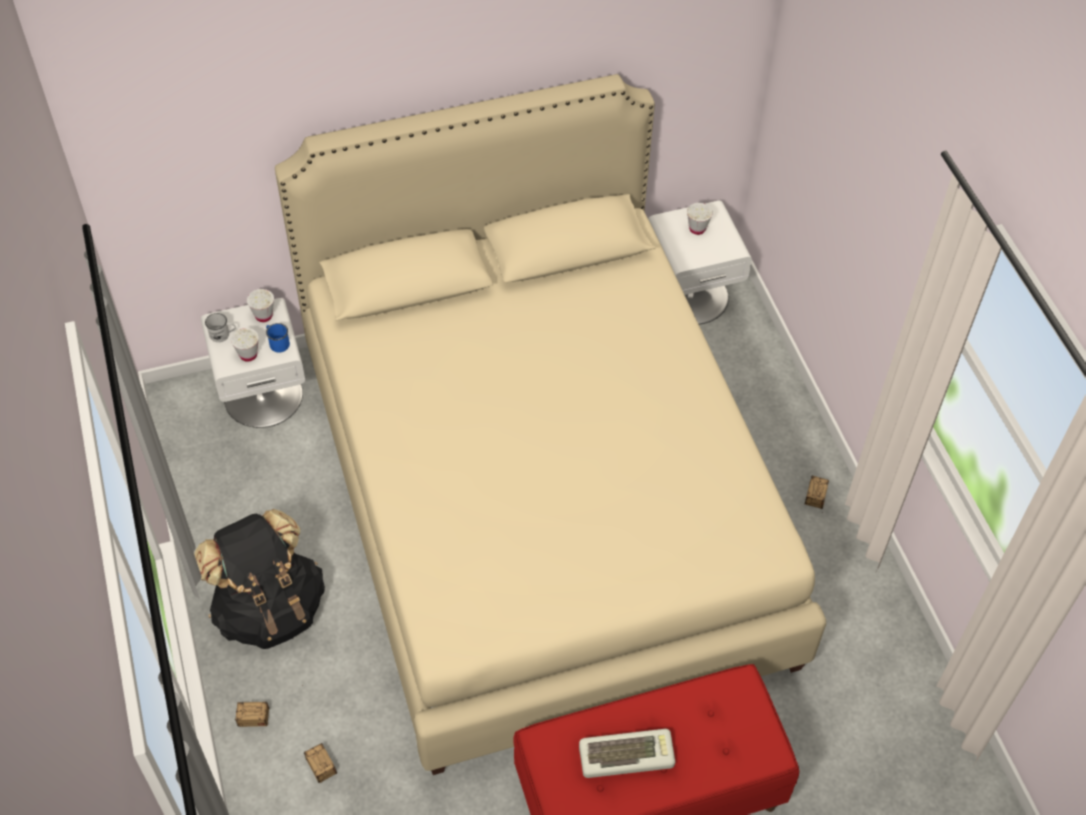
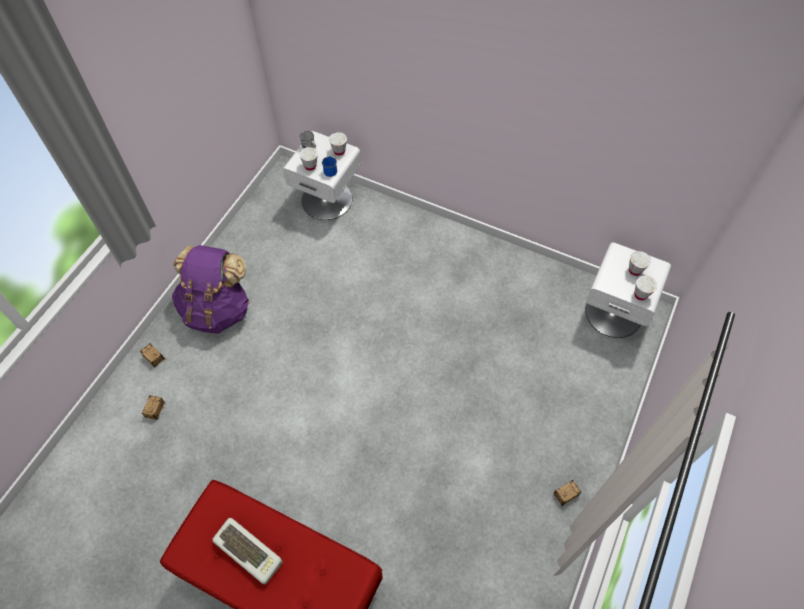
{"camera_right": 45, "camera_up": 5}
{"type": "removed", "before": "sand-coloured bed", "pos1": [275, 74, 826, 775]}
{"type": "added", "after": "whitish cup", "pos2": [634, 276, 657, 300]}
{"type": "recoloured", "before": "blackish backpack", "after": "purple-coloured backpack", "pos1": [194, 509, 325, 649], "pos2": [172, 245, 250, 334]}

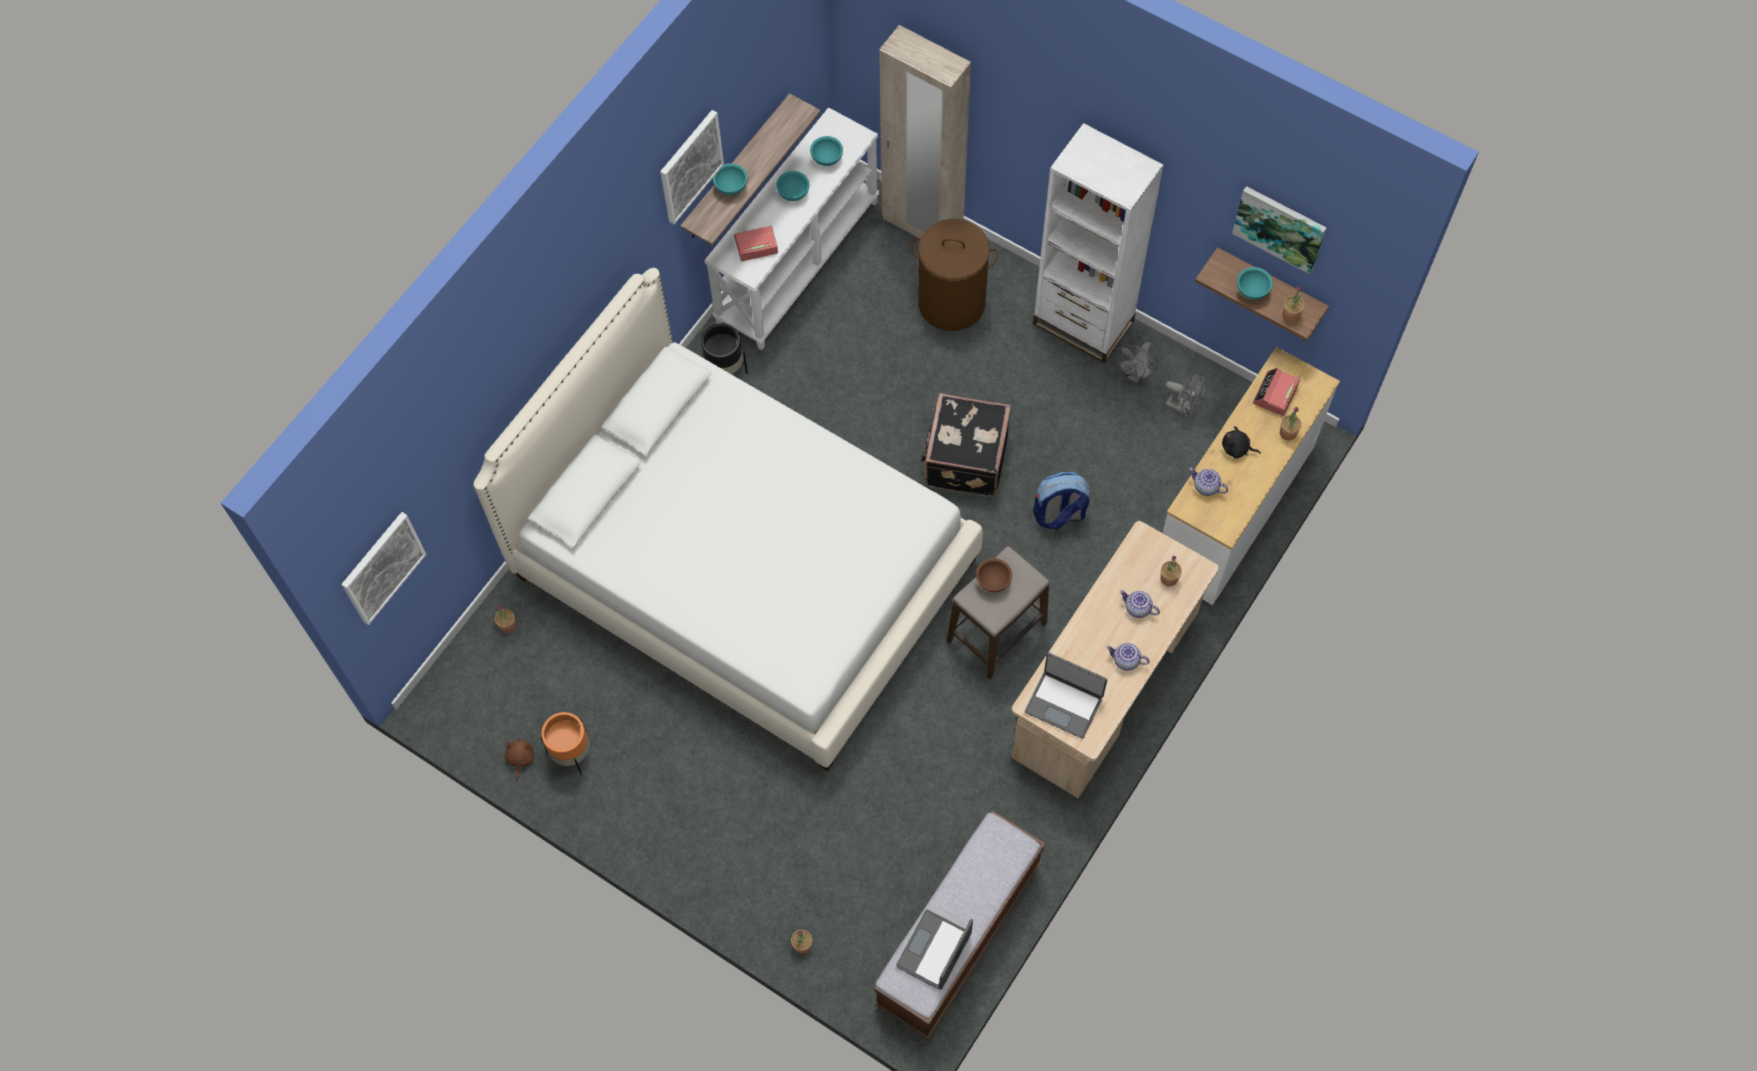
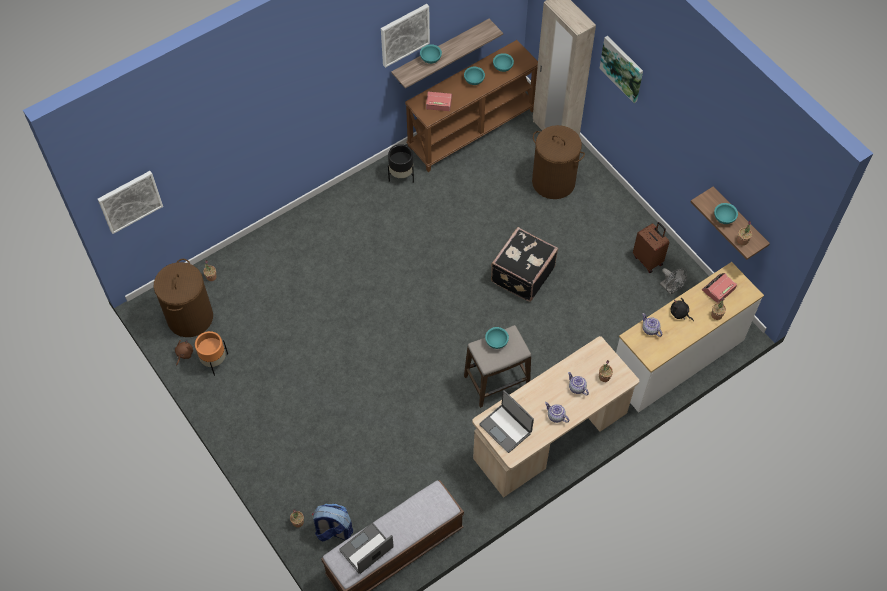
{"camera_right": 20, "camera_up": -5}
{"type": "removed", "before": "whitish bed", "pos1": [473, 268, 983, 771]}
{"type": "removed", "before": "whitish bookshelf", "pos1": [1033, 123, 1164, 363]}
{"type": "added", "after": "brown hamper", "pos2": [154, 259, 213, 337]}
{"type": "moved", "before": "backpack", "pos1": [1033, 472, 1090, 530], "pos2": [312, 504, 353, 542]}
{"type": "moved", "before": "picture", "pos1": [1232, 186, 1326, 274], "pos2": [599, 36, 643, 103]}
{"type": "replaced", "before": "greyish cooling fan", "after": "brown suitcase", "pos1": [1116, 342, 1155, 383], "pos2": [633, 222, 669, 273]}
{"type": "recoloured", "before": "whitish narrow table", "after": "brown narrow table", "pos1": [704, 107, 879, 350], "pos2": [405, 40, 538, 172]}
{"type": "recoloured", "before": "brown bowl", "after": "turquoise bowl", "pos1": [976, 558, 1012, 592], "pos2": [485, 327, 509, 349]}

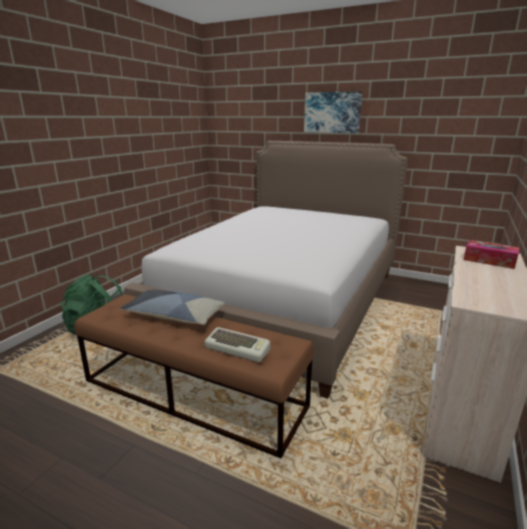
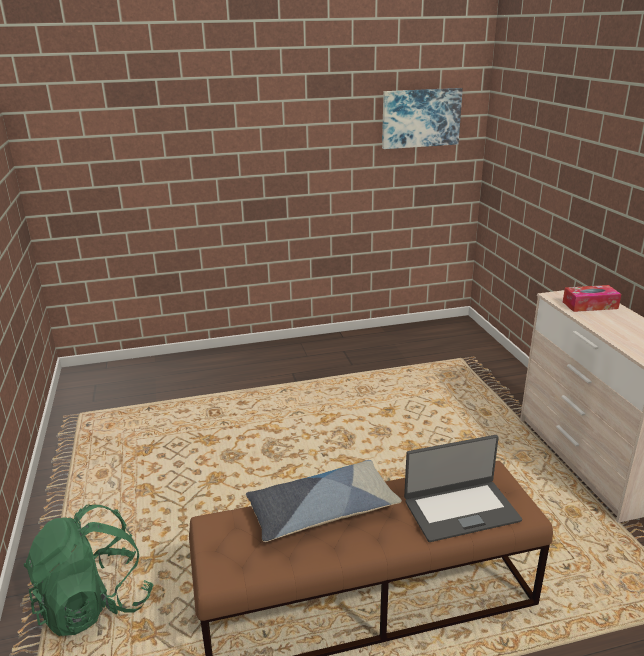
{"camera_right": -40, "camera_up": 5}
{"type": "removed", "before": "bed", "pos1": [124, 141, 408, 399]}
{"type": "moved", "before": "picture", "pos1": [304, 91, 362, 133], "pos2": [382, 88, 463, 149]}
{"type": "replaced", "before": "keyboard", "after": "notebook computer", "pos1": [205, 327, 270, 362], "pos2": [404, 435, 522, 542]}

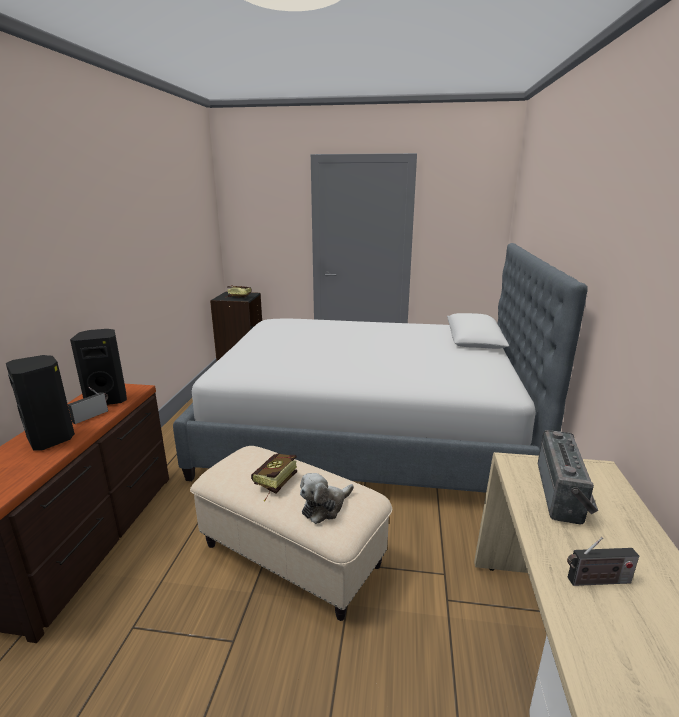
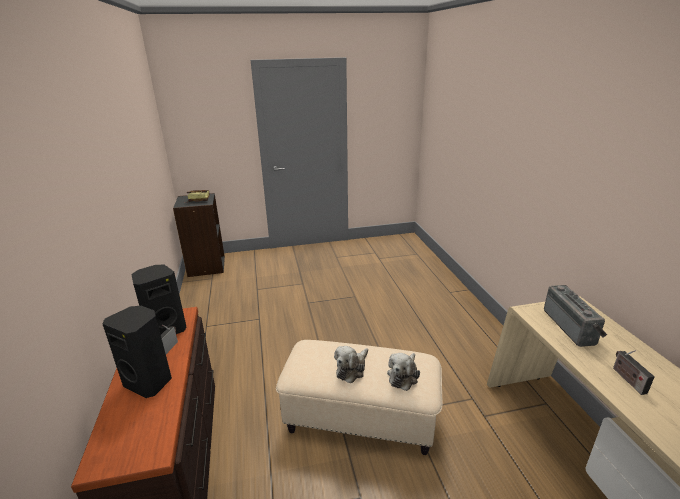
{"camera_right": -20, "camera_up": 5}
{"type": "removed", "before": "bed", "pos1": [173, 243, 588, 493]}
{"type": "replaced", "before": "bound book", "after": "cuddly toy", "pos1": [251, 454, 297, 502], "pos2": [334, 346, 368, 384]}
{"type": "turned", "before": "radio set", "pos1": [567, 537, 639, 586], "pos2": [613, 350, 655, 395], "turn": 105}

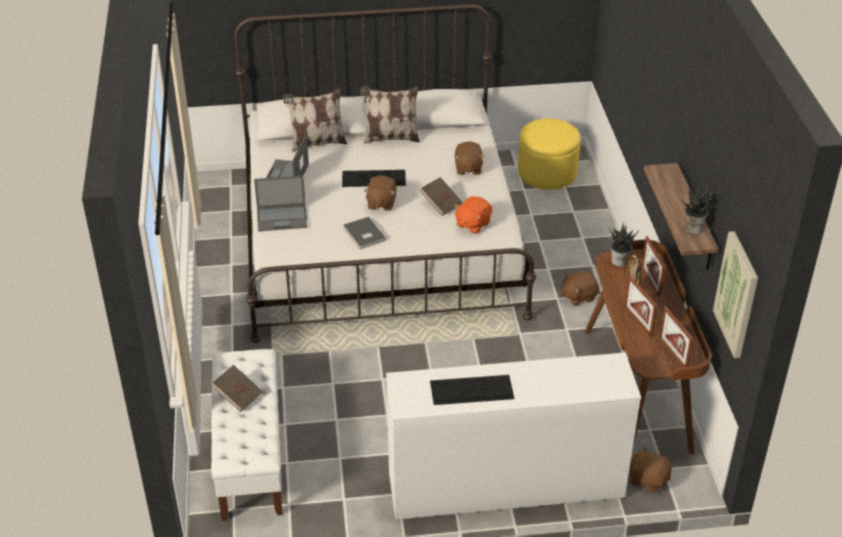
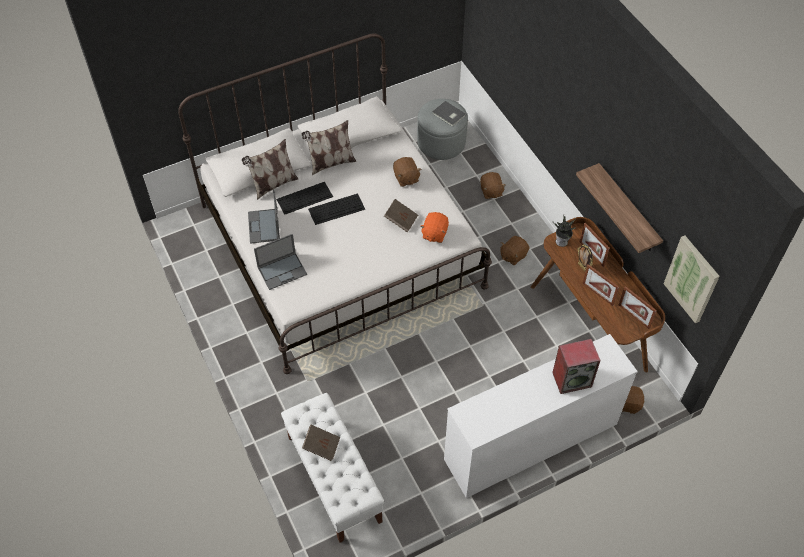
{"camera_right": -20, "camera_up": 15}
{"type": "removed", "before": "potted plant", "pos1": [682, 186, 716, 234]}
{"type": "added", "after": "speaker", "pos2": [552, 339, 601, 394]}
{"type": "moved", "before": "greyish bound book", "pos1": [344, 217, 386, 249], "pos2": [432, 101, 466, 127]}
{"type": "moved", "before": "brown cuddly toy", "pos1": [364, 176, 397, 211], "pos2": [480, 172, 506, 199]}
{"type": "moved", "before": "keyboard", "pos1": [430, 375, 514, 405], "pos2": [276, 182, 333, 215]}
{"type": "recoloured", "before": "yellow pouffe", "after": "greyish pouffe", "pos1": [518, 118, 581, 190], "pos2": [417, 99, 468, 160]}

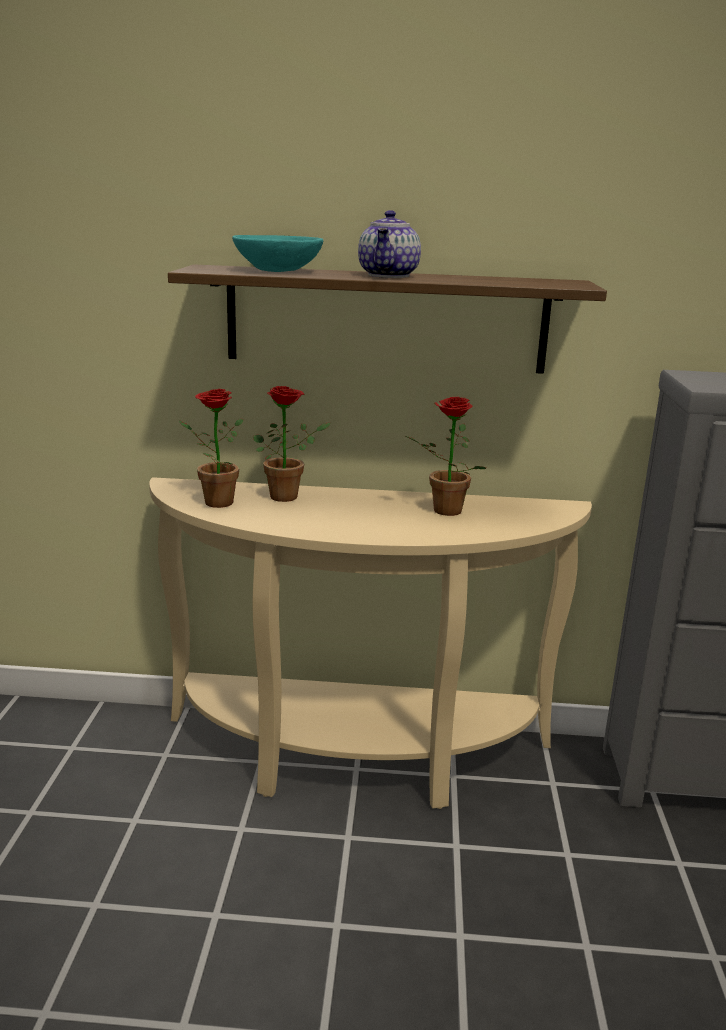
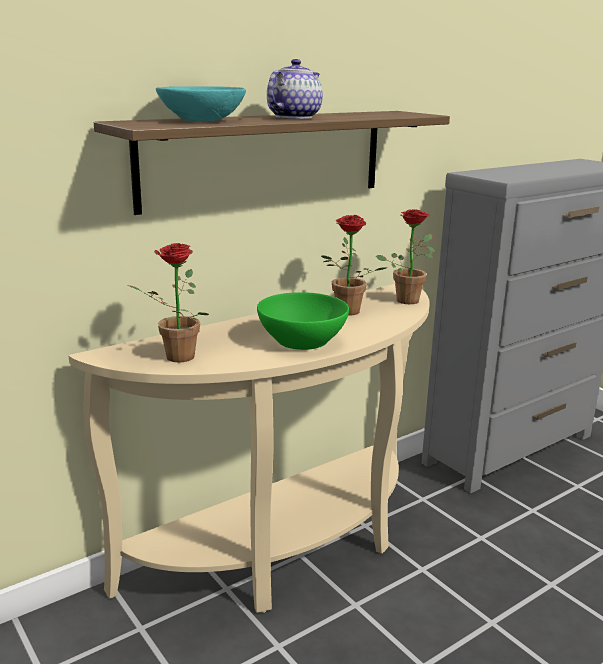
{"camera_right": -40, "camera_up": 0}
{"type": "added", "after": "greenish bowl", "pos2": [257, 292, 349, 350]}
{"type": "moved", "before": "potted plant", "pos1": [253, 386, 331, 502], "pos2": [376, 209, 435, 304]}
{"type": "turned", "before": "tea pot", "pos1": [358, 210, 421, 278], "pos2": [267, 59, 323, 119], "turn": -120}

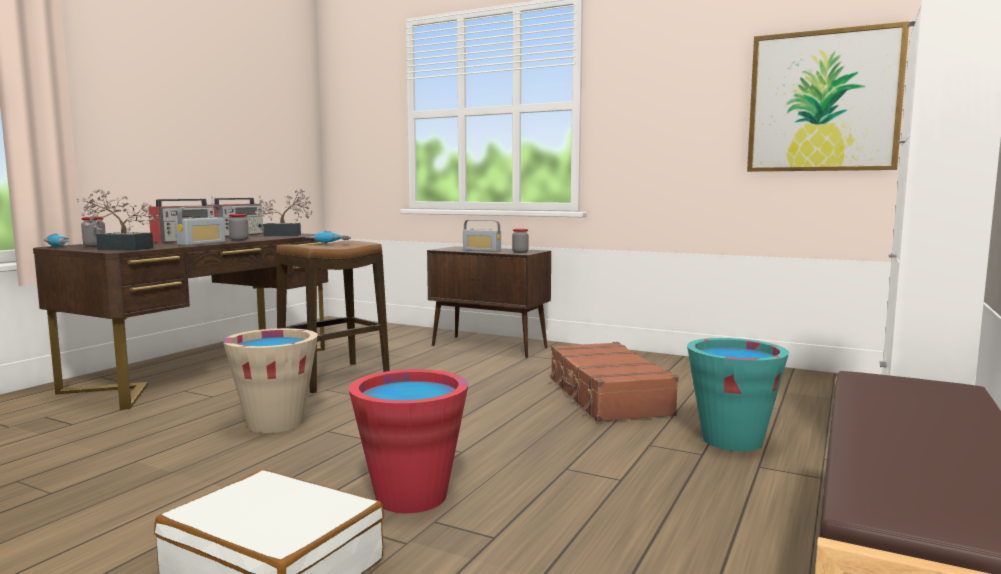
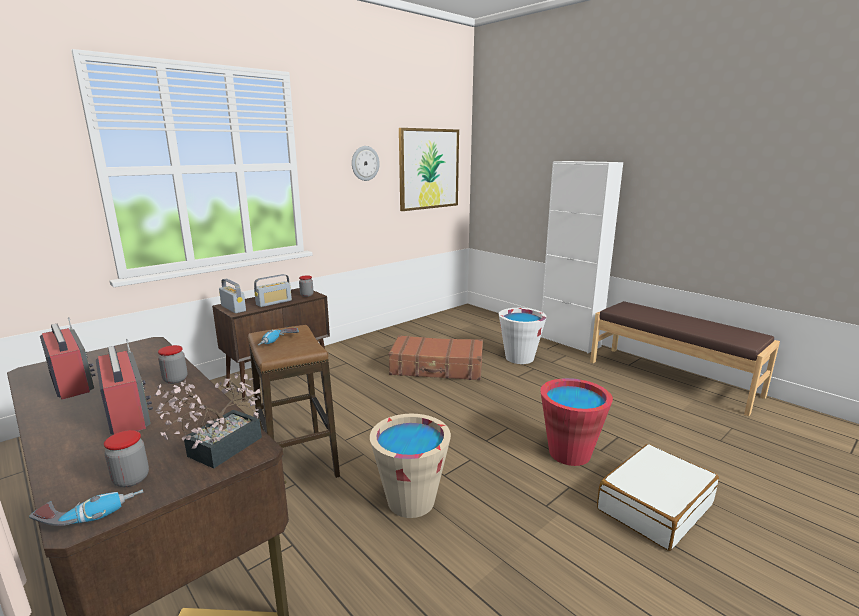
{"camera_right": -70, "camera_up": 10}
{"type": "removed", "before": "potted plant", "pos1": [255, 189, 312, 236]}
{"type": "added", "after": "clock on the wall", "pos2": [352, 146, 380, 181]}
{"type": "moved", "before": "radio set", "pos1": [175, 206, 225, 246], "pos2": [219, 279, 246, 313]}
{"type": "recoloured", "before": "turquoise pail", "after": "whitish pail", "pos1": [687, 338, 789, 452], "pos2": [499, 308, 547, 364]}

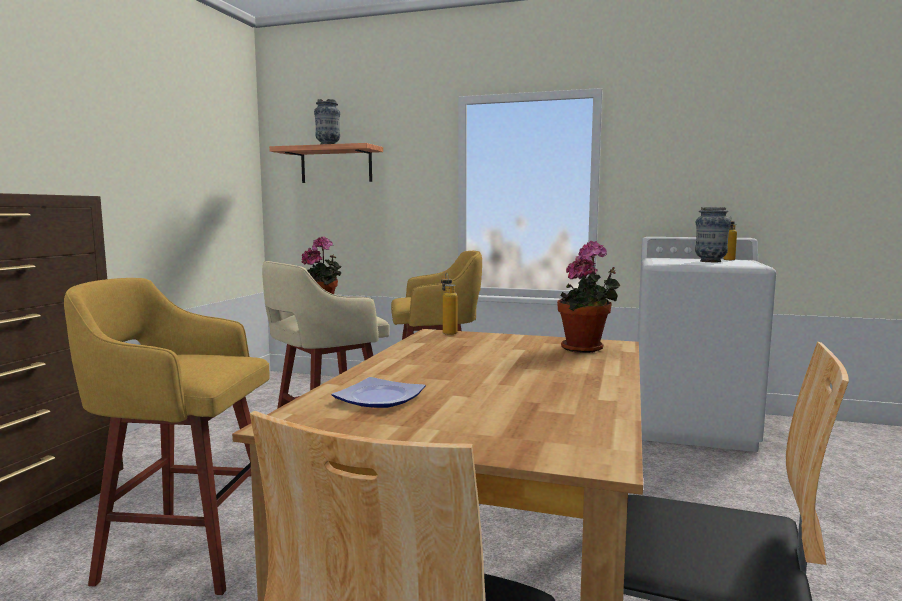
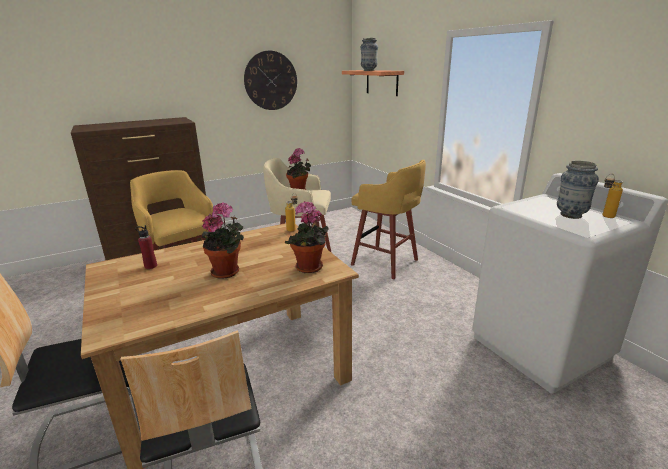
{"camera_right": 45, "camera_up": 15}
{"type": "added", "after": "potted plant", "pos2": [202, 202, 244, 279]}
{"type": "added", "after": "clock on the wall", "pos2": [244, 51, 297, 110]}
{"type": "replaced", "before": "flat dish", "after": "red drink bottle", "pos1": [332, 377, 426, 408], "pos2": [135, 225, 157, 269]}

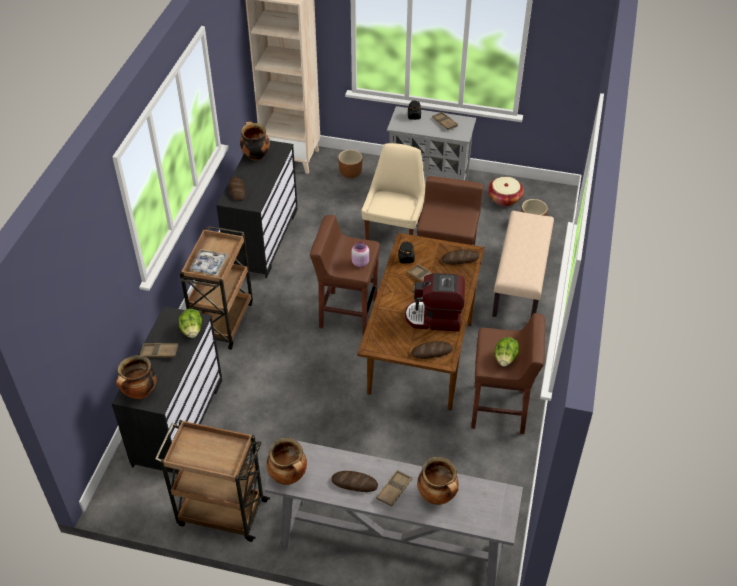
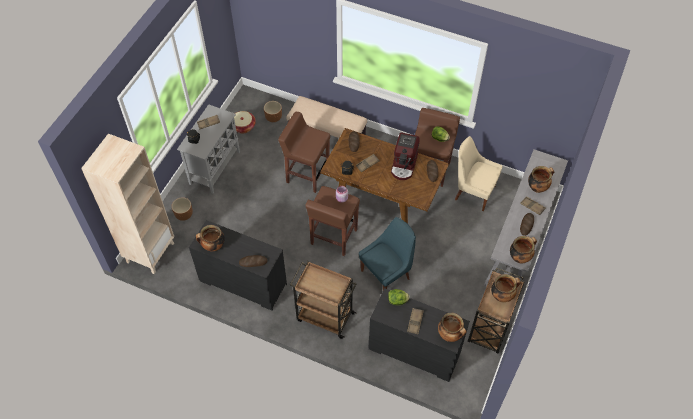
{"camera_right": -80, "camera_up": 10}
{"type": "removed", "before": "carrying tray", "pos1": [189, 249, 228, 276]}
{"type": "added", "after": "bluish plain chair", "pos2": [359, 217, 416, 290]}
{"type": "added", "after": "stockpot", "pos2": [491, 274, 521, 302]}
{"type": "moved", "before": "sand-coloured plain chair", "pos1": [361, 143, 425, 240], "pos2": [455, 136, 503, 211]}

